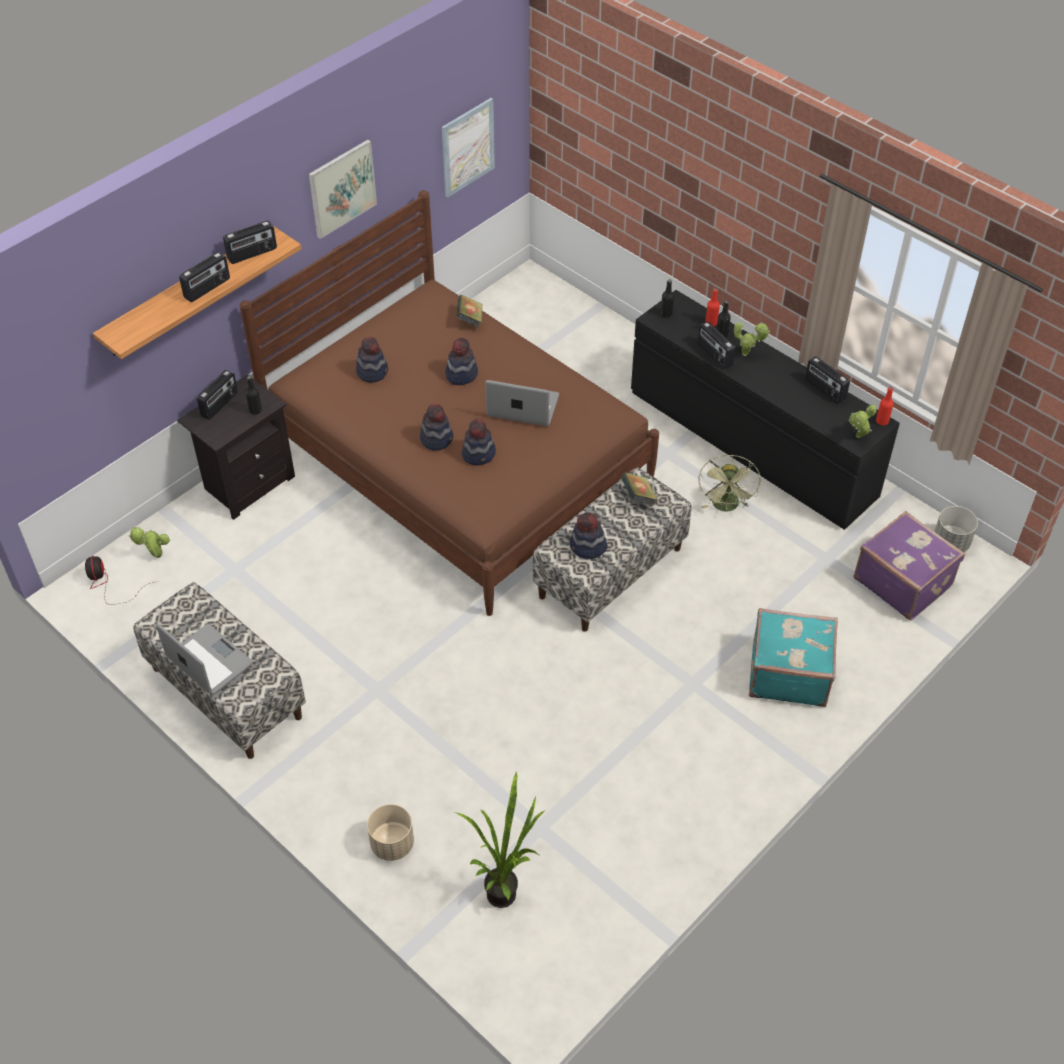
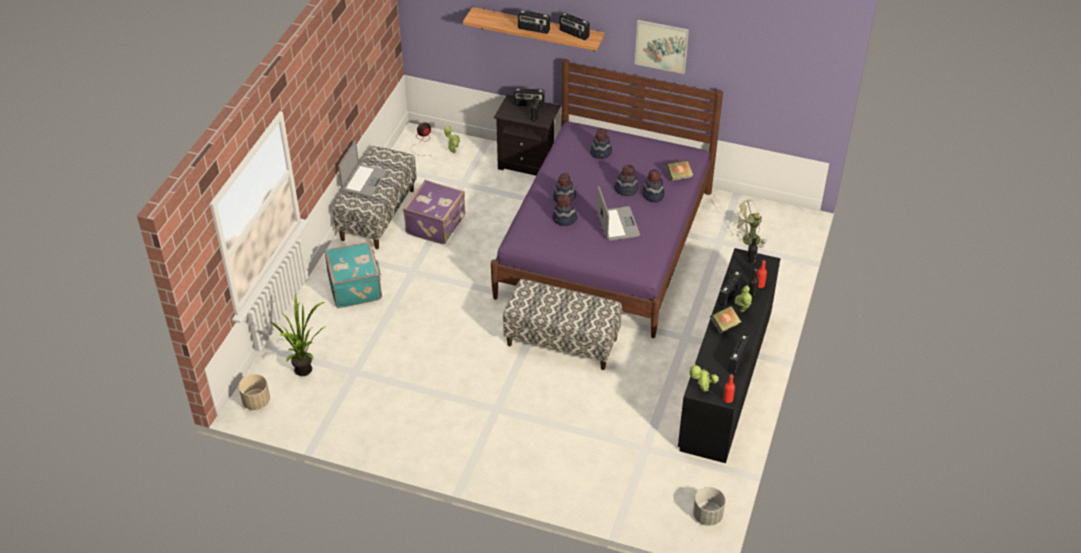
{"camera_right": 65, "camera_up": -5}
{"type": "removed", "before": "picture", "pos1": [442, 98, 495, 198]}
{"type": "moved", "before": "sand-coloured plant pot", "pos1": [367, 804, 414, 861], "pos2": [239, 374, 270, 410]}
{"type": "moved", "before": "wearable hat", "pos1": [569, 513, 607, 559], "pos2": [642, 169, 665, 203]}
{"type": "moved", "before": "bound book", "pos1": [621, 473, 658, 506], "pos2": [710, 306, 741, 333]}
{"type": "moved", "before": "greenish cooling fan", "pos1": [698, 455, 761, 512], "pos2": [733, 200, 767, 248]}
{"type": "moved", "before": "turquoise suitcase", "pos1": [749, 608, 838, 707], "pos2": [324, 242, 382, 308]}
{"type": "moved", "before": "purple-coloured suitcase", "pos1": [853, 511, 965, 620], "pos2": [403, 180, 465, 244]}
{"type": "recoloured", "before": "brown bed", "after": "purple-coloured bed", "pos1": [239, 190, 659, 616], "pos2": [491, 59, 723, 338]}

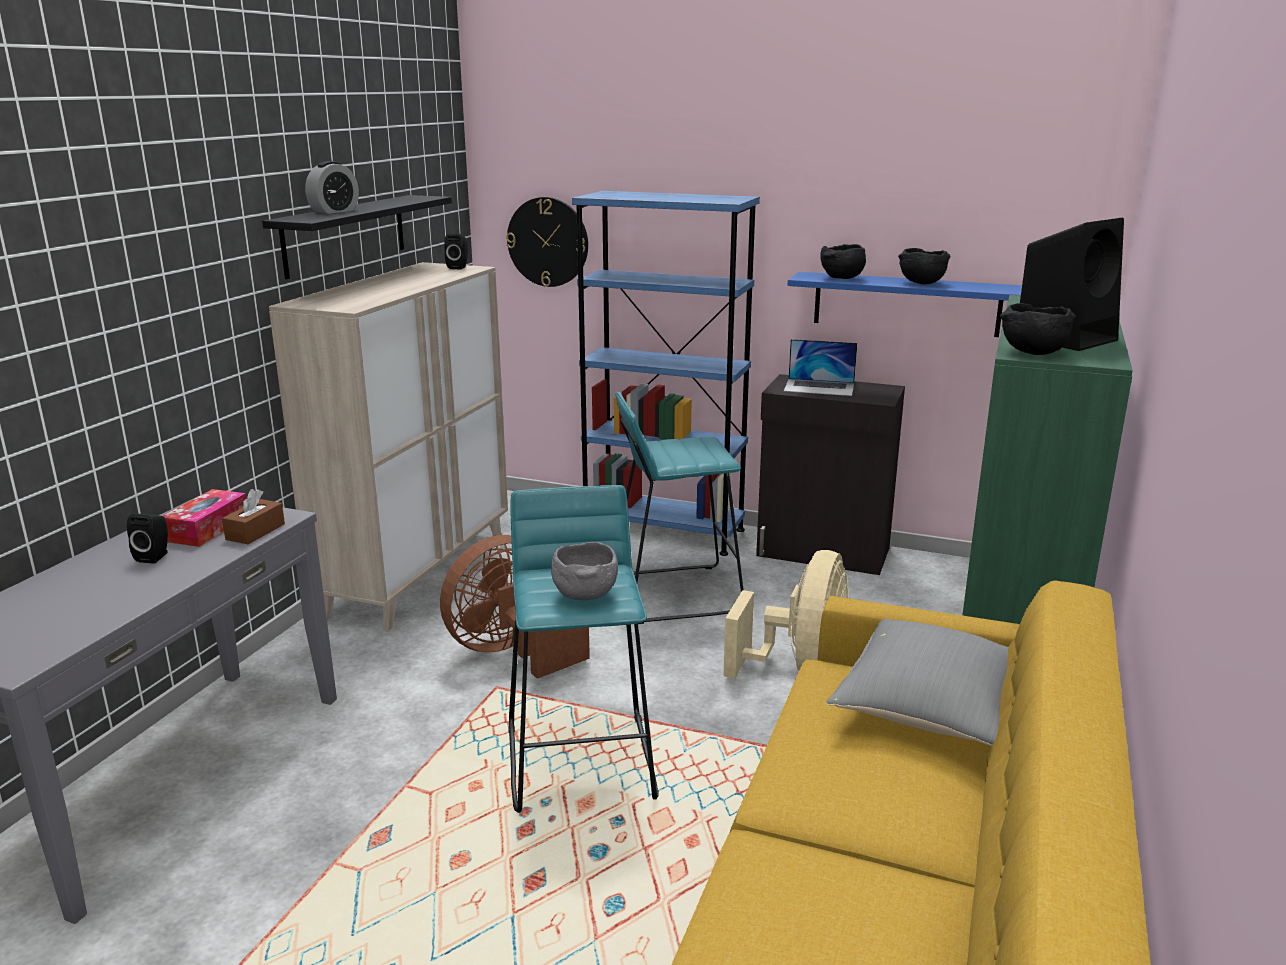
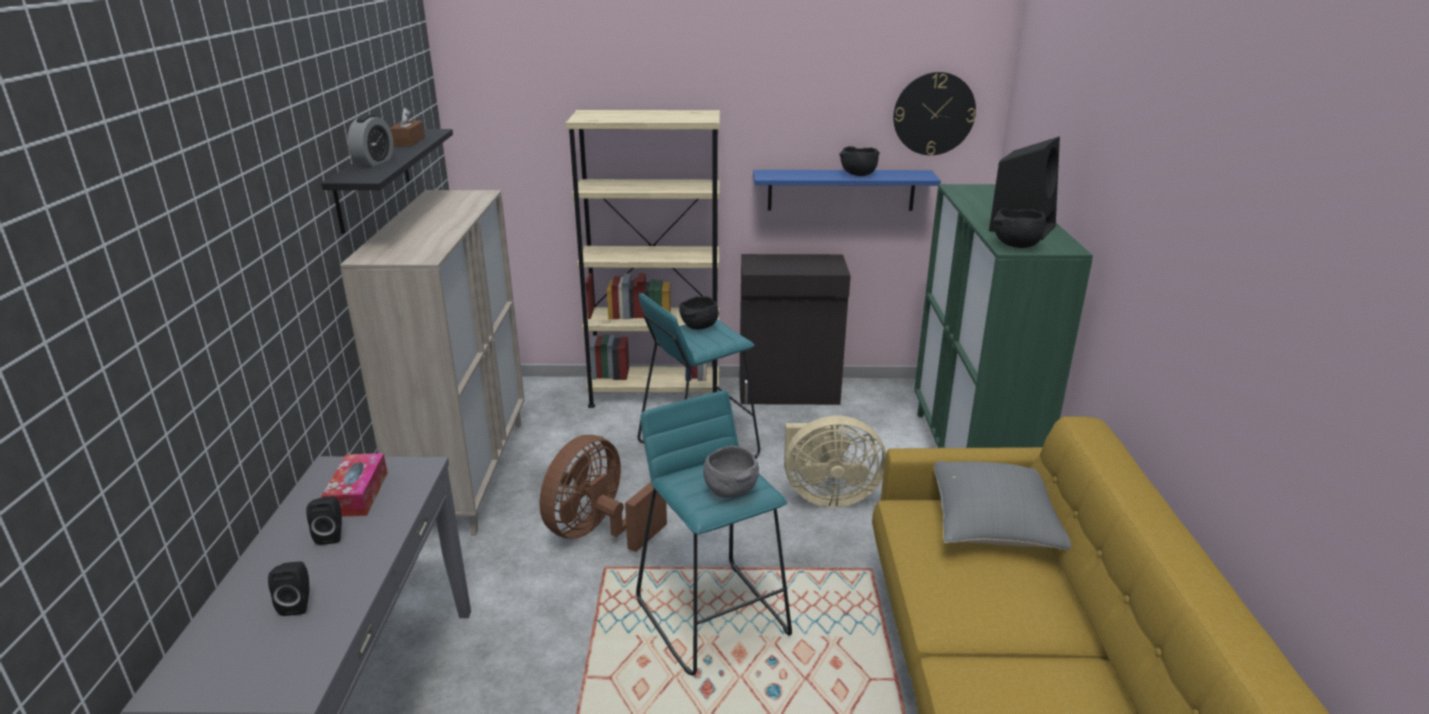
{"camera_right": -20, "camera_up": 5}
{"type": "removed", "before": "notebook computer", "pos1": [784, 339, 857, 396]}
{"type": "moved", "before": "brown tissue holder", "pos1": [222, 489, 285, 544], "pos2": [390, 108, 425, 146]}
{"type": "moved", "before": "blackish speaker", "pos1": [444, 234, 468, 269], "pos2": [268, 562, 309, 616]}
{"type": "moved", "before": "clock on the wall", "pos1": [506, 197, 588, 287], "pos2": [893, 72, 976, 155]}
{"type": "moved", "before": "blackish bowl", "pos1": [820, 244, 866, 279], "pos2": [679, 296, 719, 330]}
{"type": "recoloured", "before": "bluish bookshelf", "after": "sand-coloured bookshelf", "pos1": [572, 191, 760, 556], "pos2": [565, 110, 720, 408]}
{"type": "turned", "before": "sand-coloured cooling fan", "pos1": [723, 550, 849, 679], "pos2": [784, 416, 886, 507], "turn": 90}

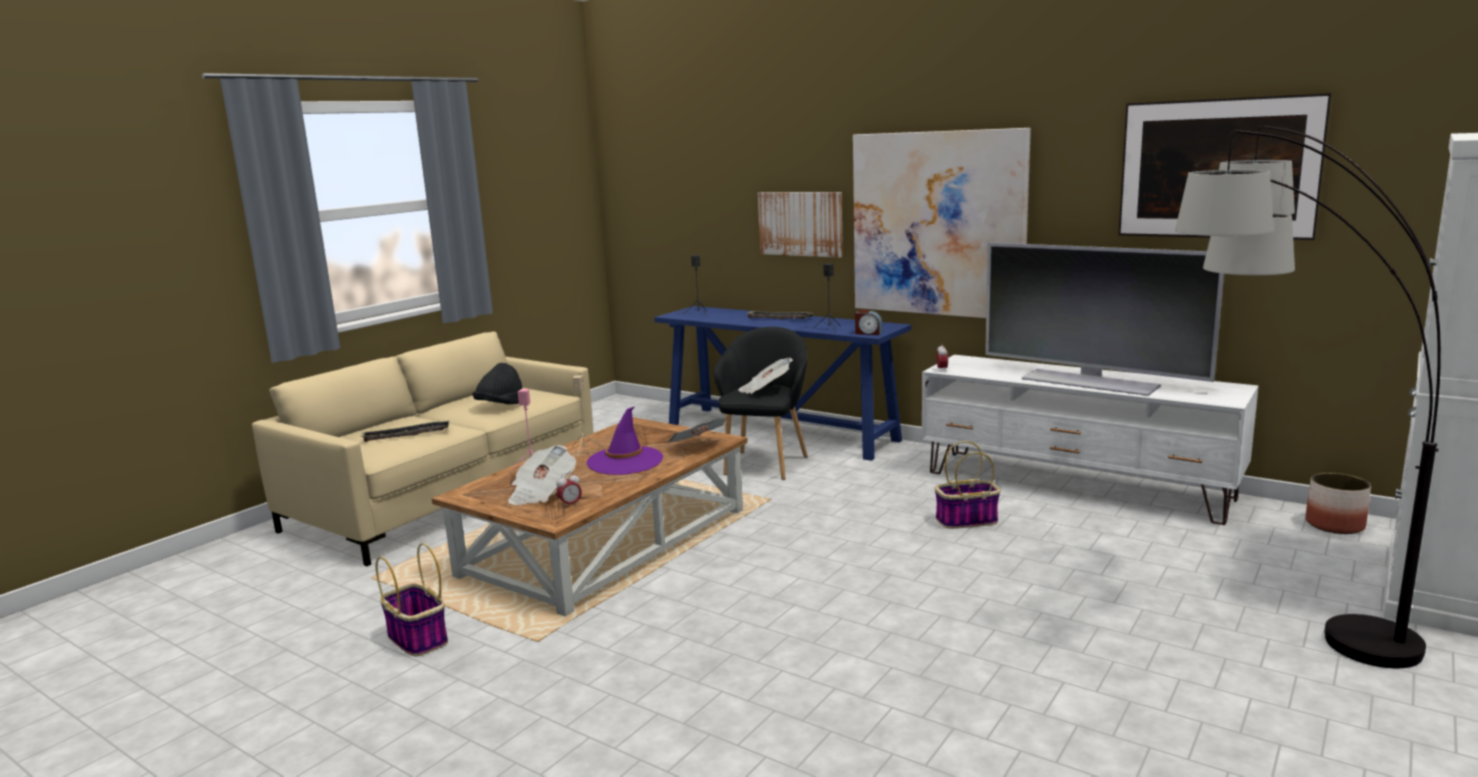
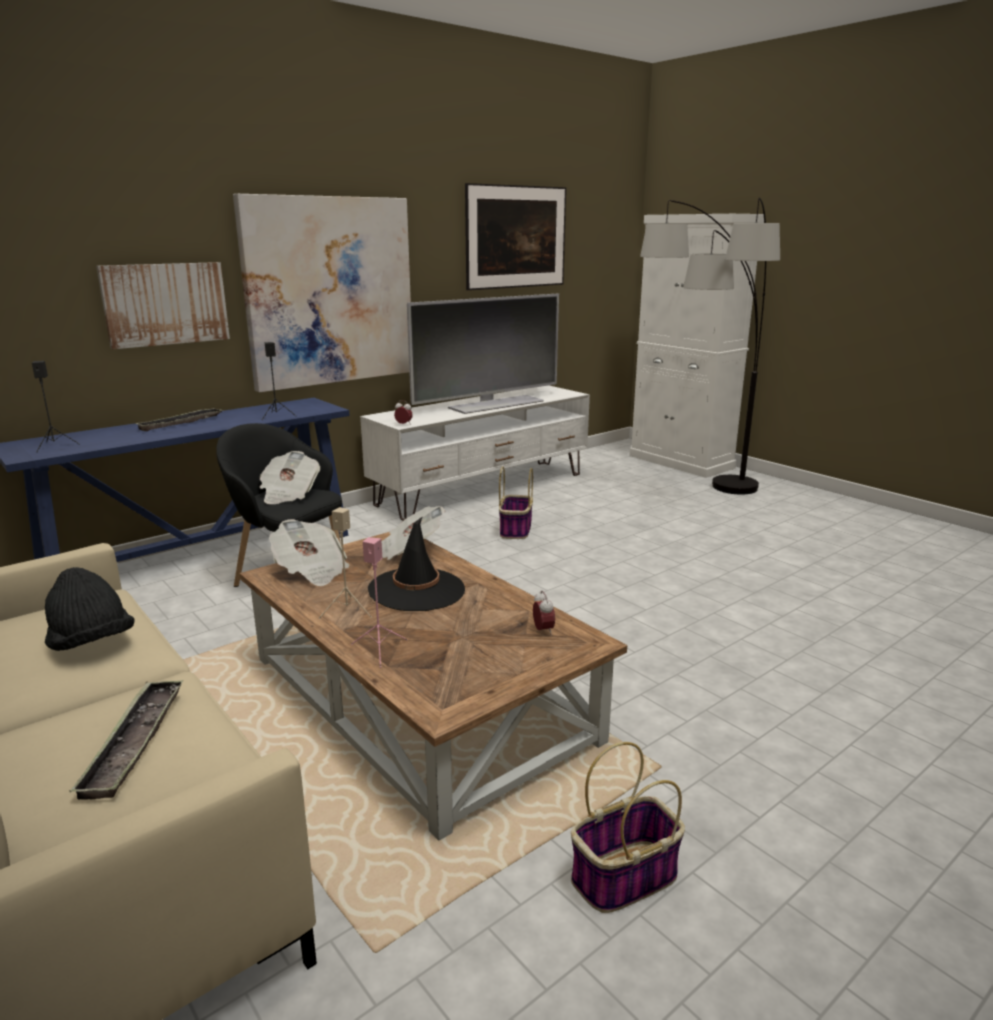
{"camera_right": -75, "camera_up": 5}
{"type": "removed", "before": "bedside clock", "pos1": [855, 310, 882, 335]}
{"type": "removed", "before": "plant pot", "pos1": [1306, 473, 1371, 534]}
{"type": "moved", "before": "daily paper", "pos1": [508, 445, 576, 505], "pos2": [269, 519, 350, 586]}
{"type": "recoloured", "before": "purple-coloured wearable hat", "after": "blackish wearable hat", "pos1": [587, 406, 663, 475], "pos2": [368, 516, 465, 611]}

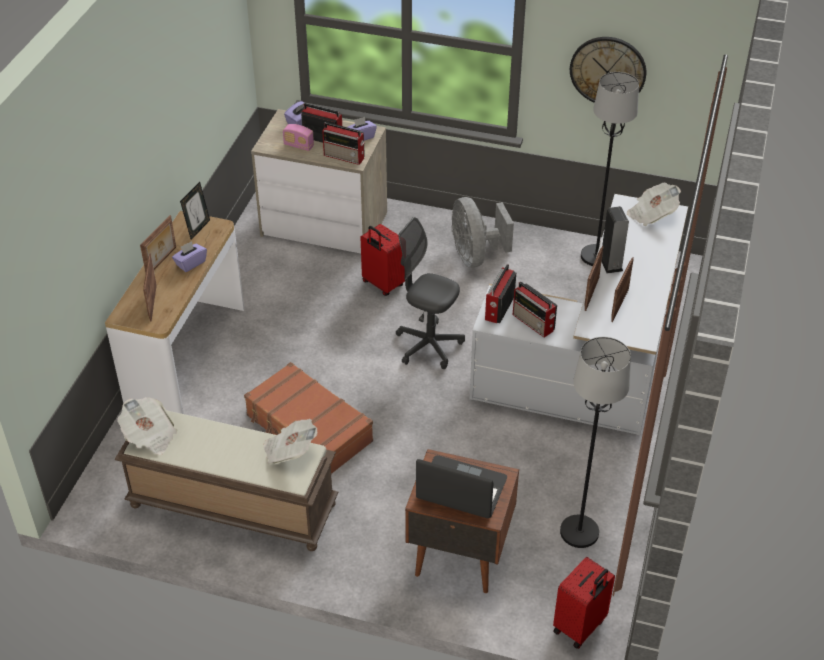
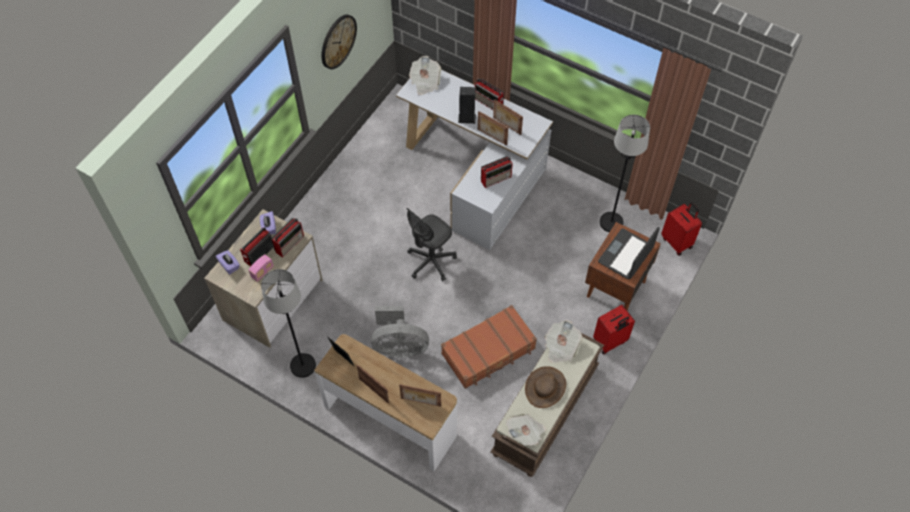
{"camera_right": -75, "camera_up": 15}
{"type": "removed", "before": "purple-coloured tissue holder", "pos1": [172, 241, 207, 272]}
{"type": "added", "after": "brown wearable hat", "pos2": [525, 366, 566, 408]}
{"type": "moved", "before": "red suitcase", "pos1": [360, 224, 405, 296], "pos2": [593, 305, 635, 355]}
{"type": "moved", "before": "greyish cooling fan", "pos1": [451, 197, 514, 268], "pos2": [371, 306, 429, 357]}
{"type": "moved", "before": "radio set", "pos1": [485, 264, 516, 323], "pos2": [475, 79, 504, 111]}
{"type": "moved", "before": "blackish standard lamp", "pos1": [581, 72, 639, 266], "pos2": [261, 269, 316, 378]}

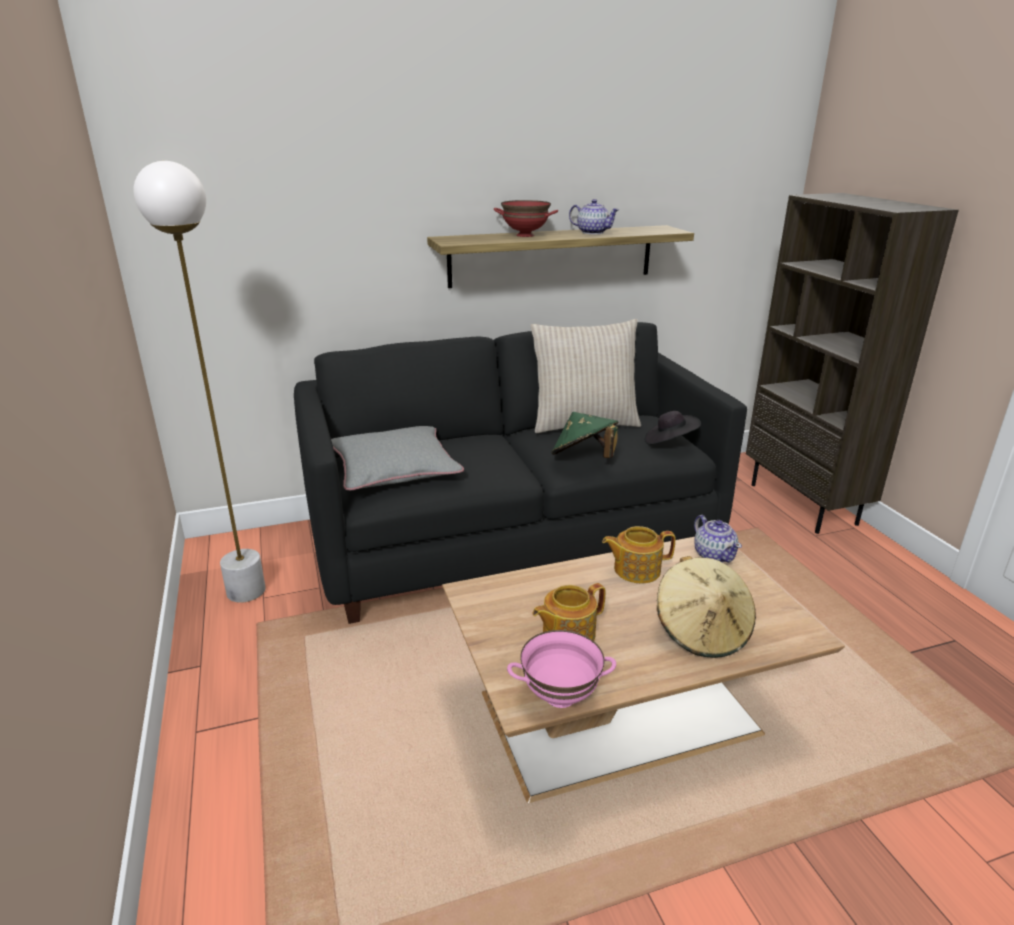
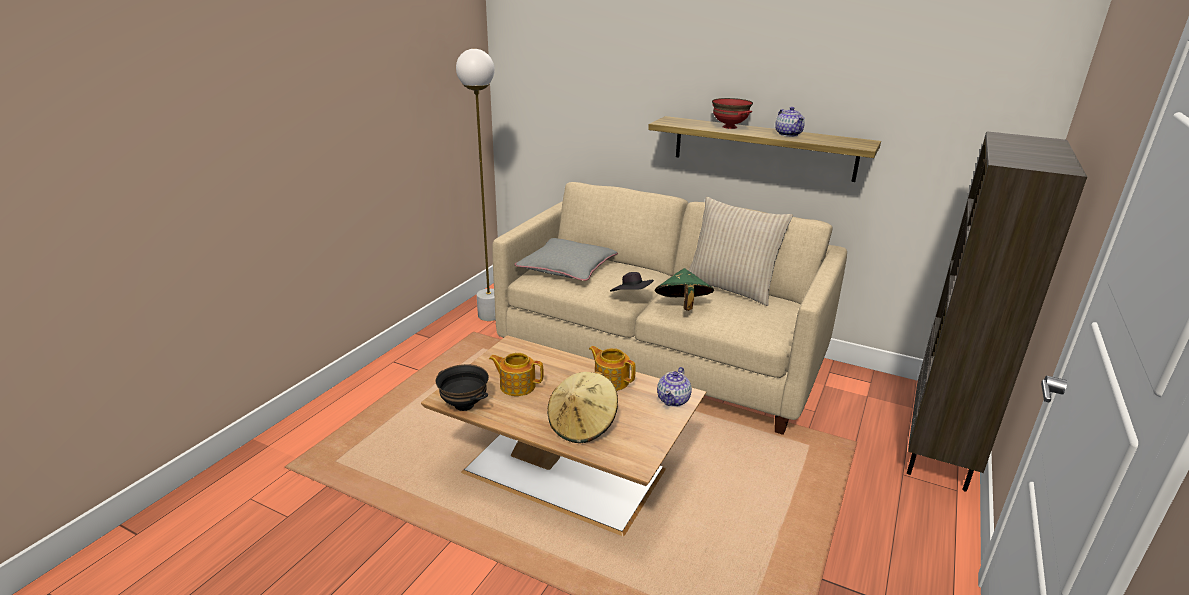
{"camera_right": 45, "camera_up": 0}
{"type": "moved", "before": "blackish wearable hat", "pos1": [645, 411, 701, 445], "pos2": [610, 272, 654, 291]}
{"type": "recoloured", "before": "blackish settee", "after": "sand-coloured settee", "pos1": [294, 322, 747, 624], "pos2": [492, 182, 847, 435]}
{"type": "recoloured", "before": "pink-coloured bowl", "after": "blackish bowl", "pos1": [507, 630, 616, 708], "pos2": [435, 364, 489, 411]}

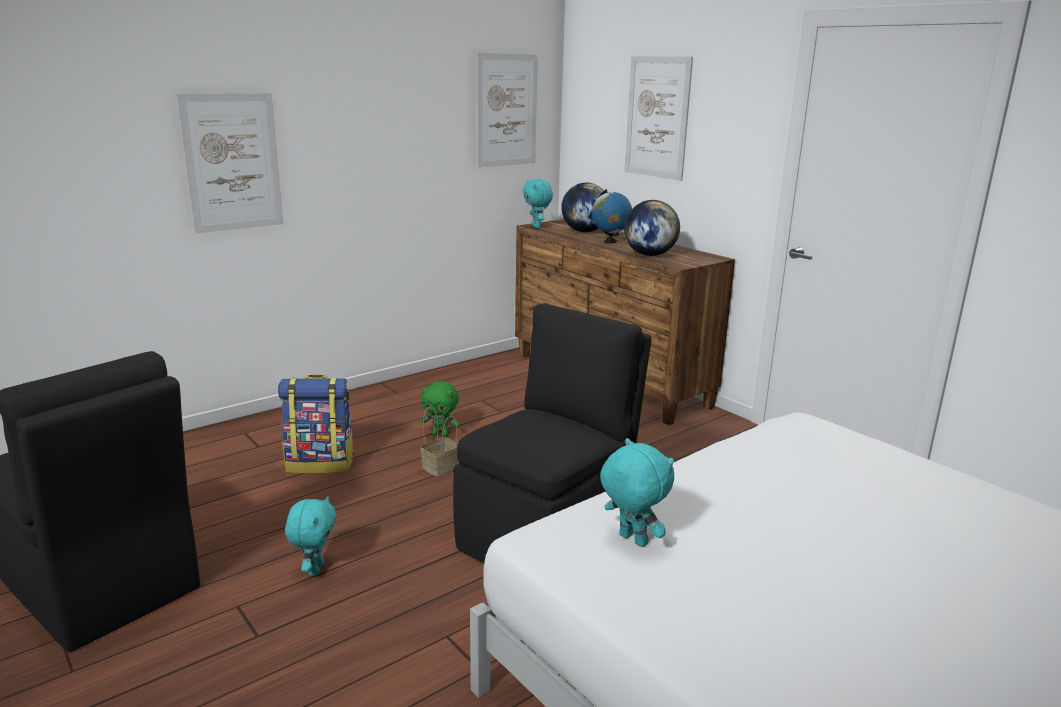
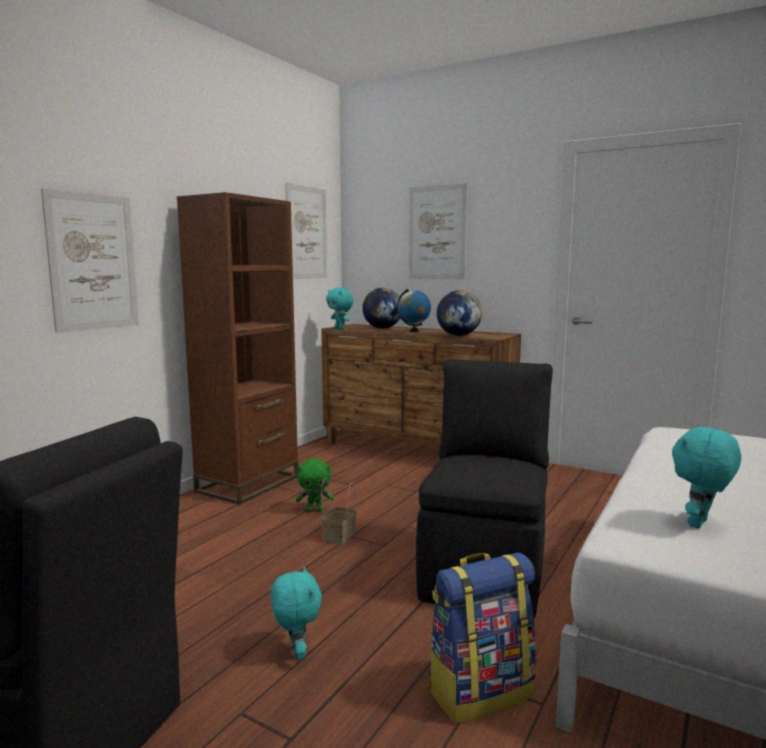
{"camera_right": -20, "camera_up": -10}
{"type": "added", "after": "brown bookshelf", "pos2": [177, 192, 299, 505]}
{"type": "moved", "before": "backpack", "pos1": [278, 375, 354, 473], "pos2": [429, 552, 536, 723]}
{"type": "turned", "before": "turquoise cuddly toy", "pos1": [600, 438, 674, 547], "pos2": [672, 426, 741, 528], "turn": -75}

